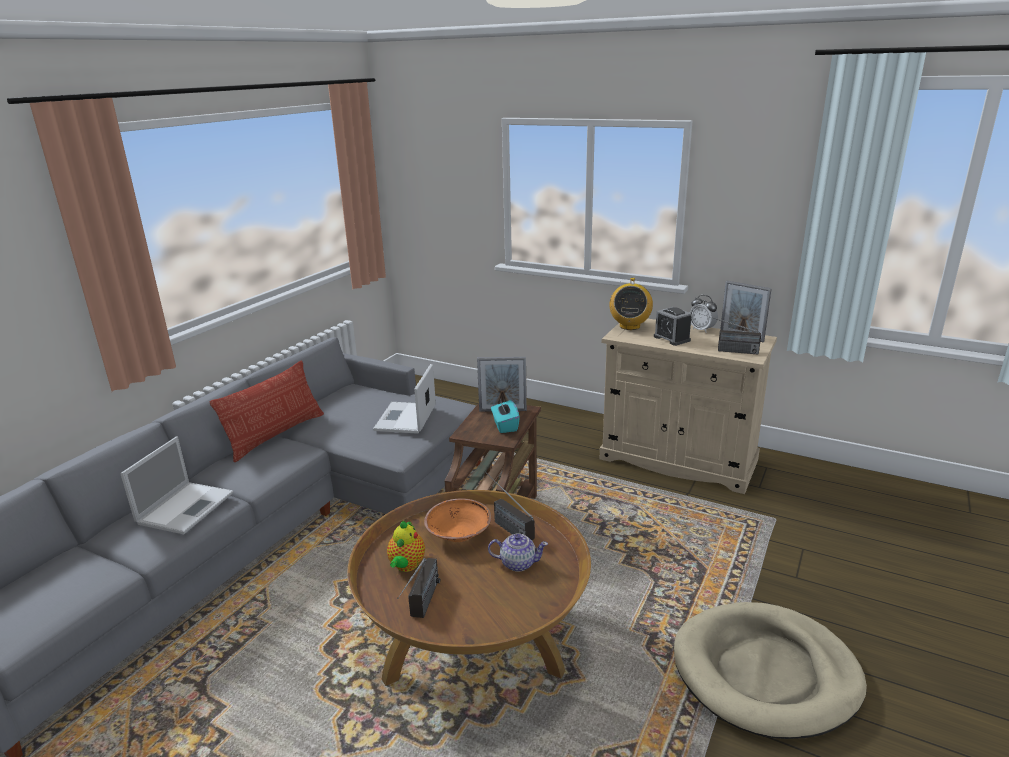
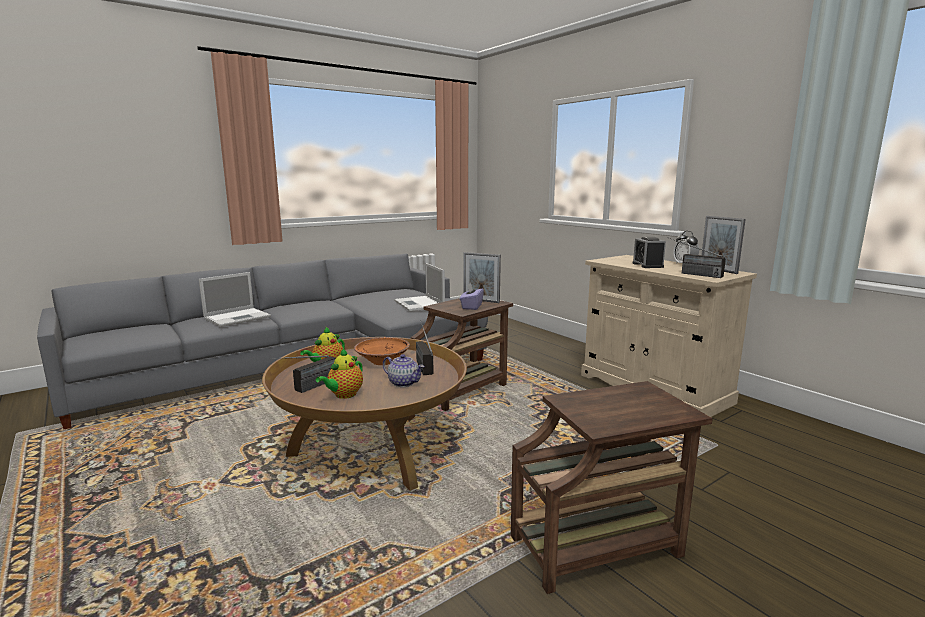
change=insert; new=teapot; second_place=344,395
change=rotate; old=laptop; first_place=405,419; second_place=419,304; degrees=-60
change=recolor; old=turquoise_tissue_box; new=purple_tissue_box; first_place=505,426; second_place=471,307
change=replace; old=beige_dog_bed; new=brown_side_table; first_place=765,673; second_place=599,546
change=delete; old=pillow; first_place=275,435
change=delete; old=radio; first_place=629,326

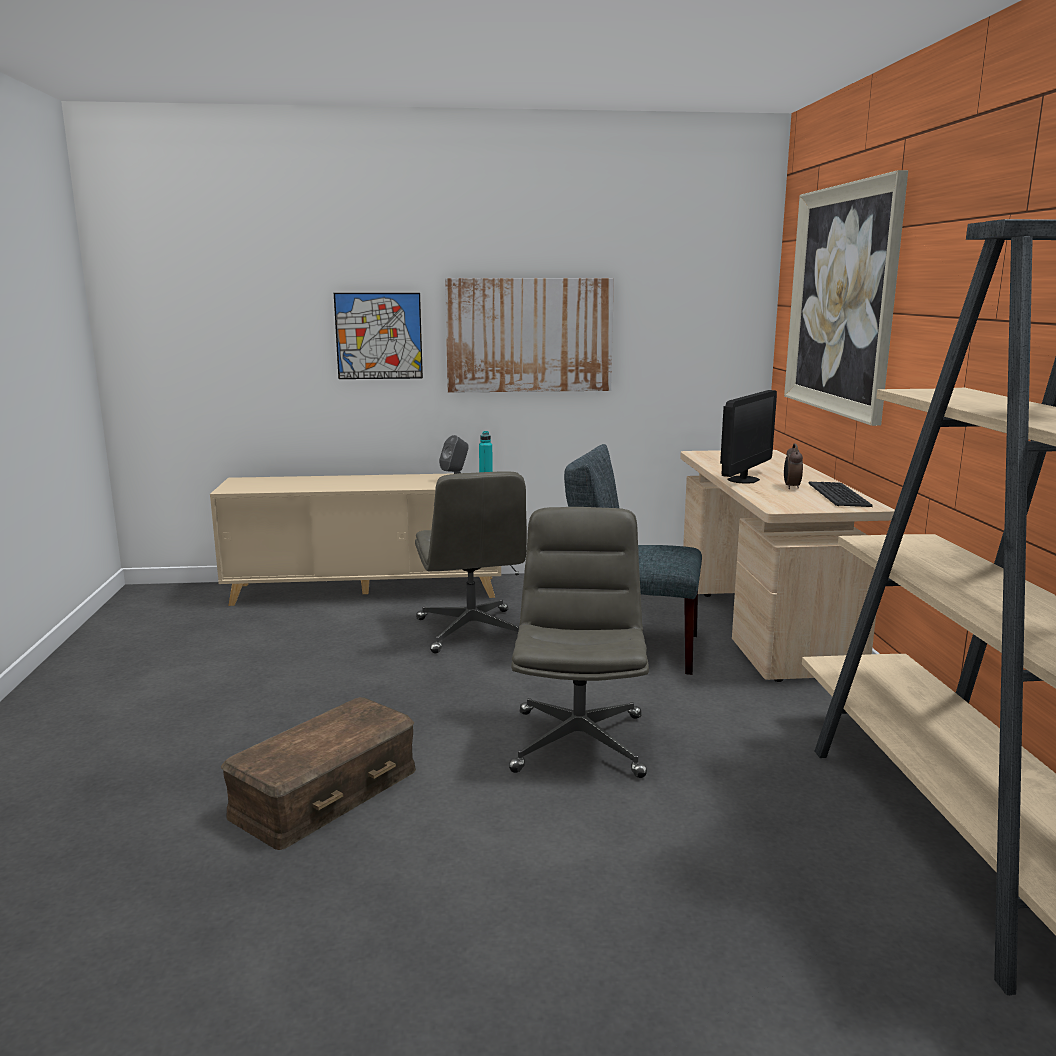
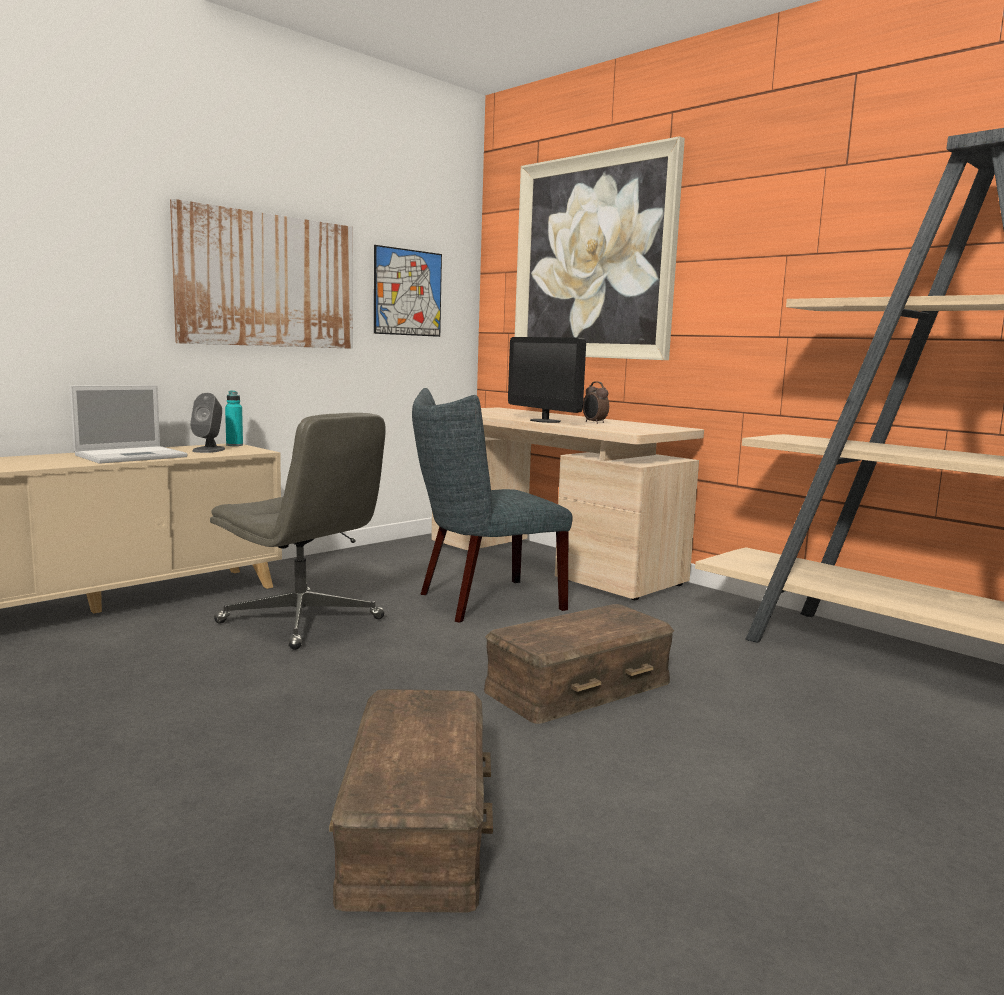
change=insert; new=laptop; second_place=132,456
change=move; old=picture; first_place=379,336; second_place=408,292
change=replace; old=grey_office_chair; new=brown_storage_box; first_place=578,742; second_place=577,685
change=rotate; old=monitor; first_place=743,480; second_place=545,421; degrees=150
change=delete; old=keyboard; first_place=839,495

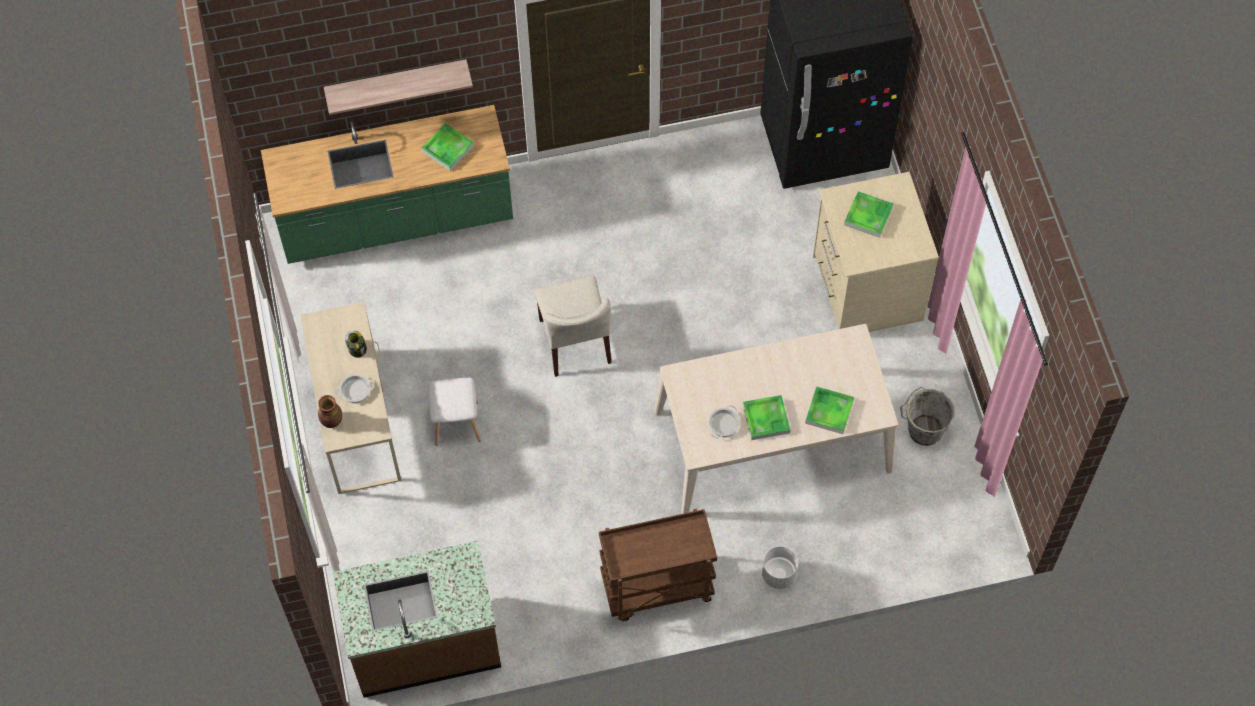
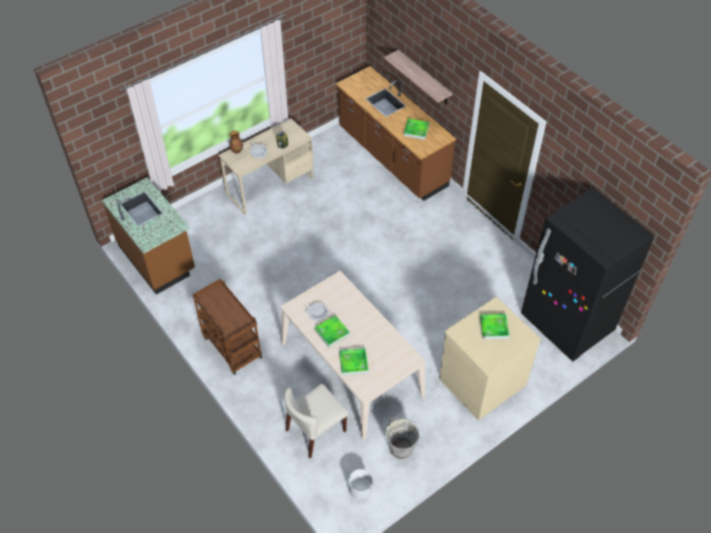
change=move; old=beige_chair; first_place=575,341; second_place=315,431
change=recolor; old=green_counter; new=brown_counter; first_place=396,221; second_place=392,158
change=move; old=white_planter; first_place=778,575; second_place=360,489
change=delete; old=white_stool; first_place=457,424

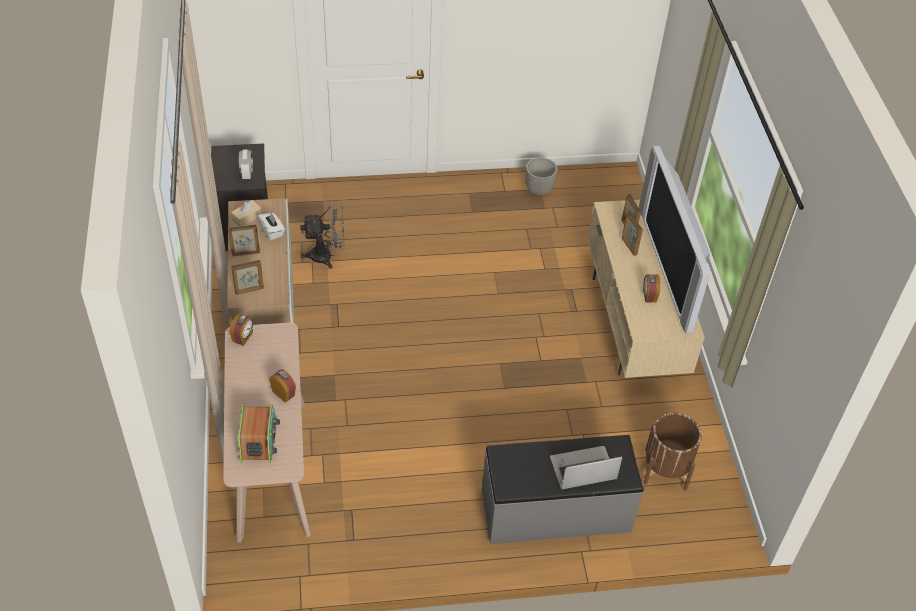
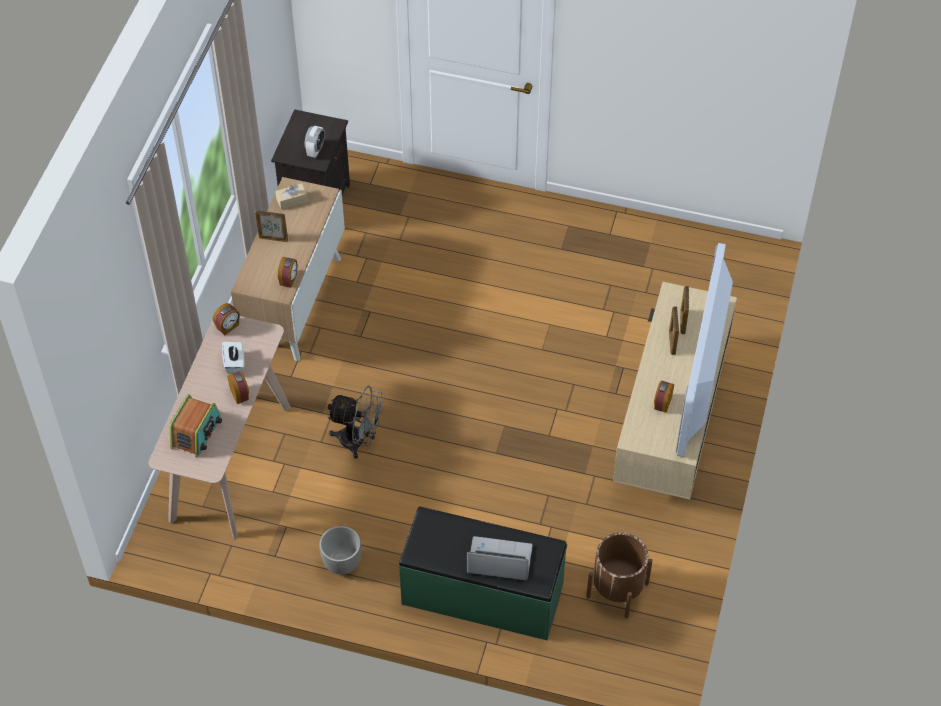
change=move; old=white_tissue_box; first_place=272,231; second_place=234,363
change=insert; new=alarm_clock; second_place=289,279
change=move; old=planter; first_place=538,190; second_place=341,563
change=move; old=grey_fan; first_place=327,256; second_place=359,441
change=recolor; old=grey_bench; new=green_bench; first_place=556,511; second_place=482,595
change=delete; old=picture_frame; first_place=249,290

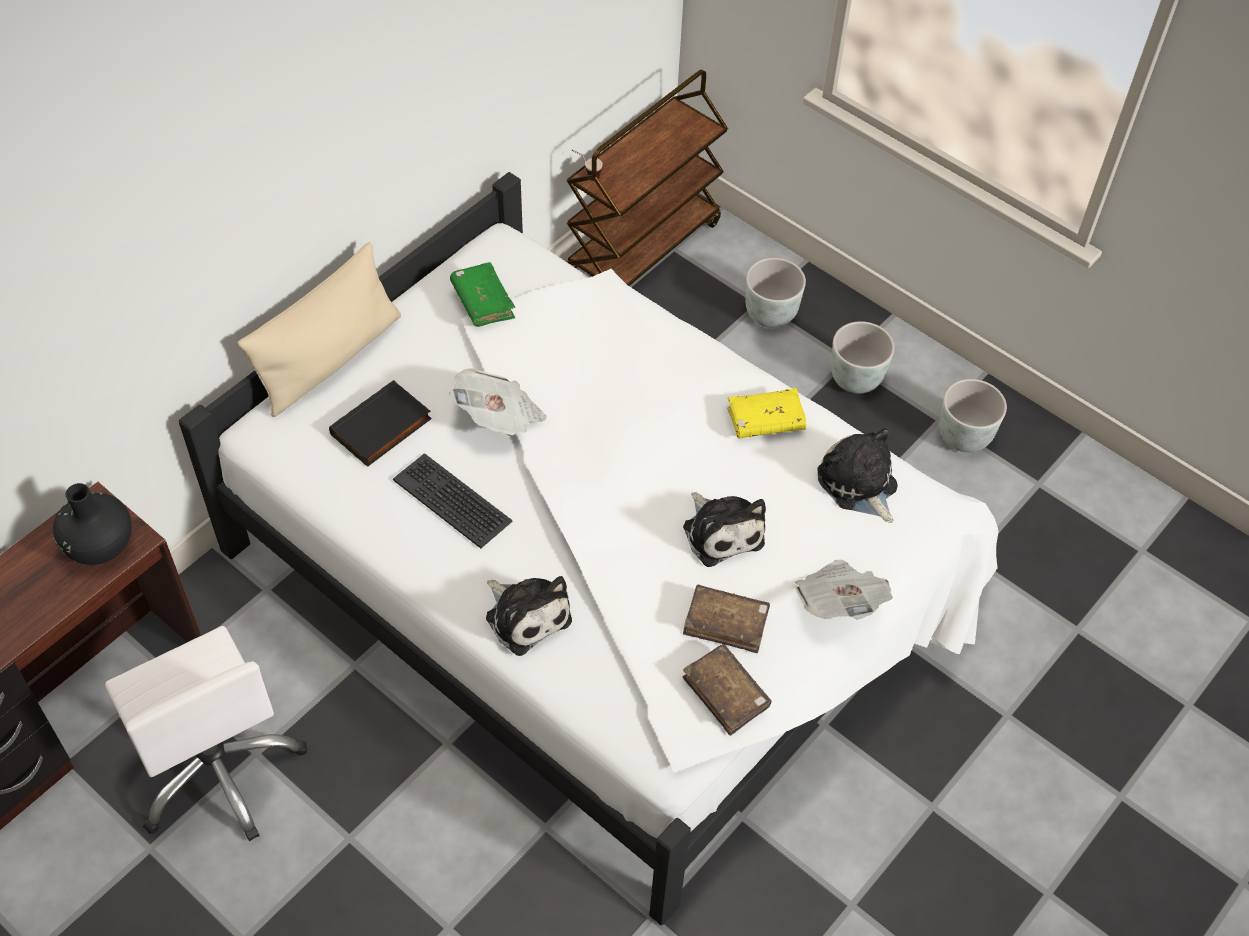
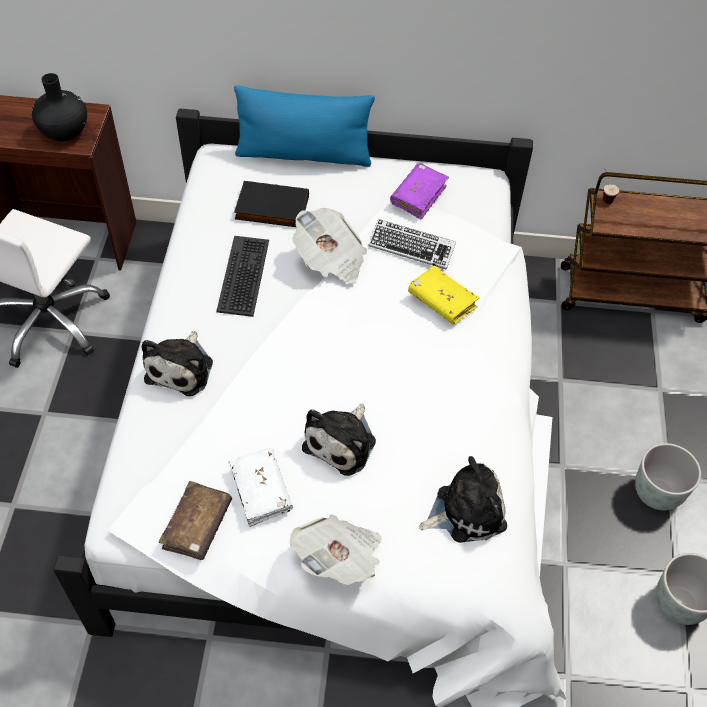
change=recolor; old=brown_book; new=white_book; first_place=726,623; second_place=261,491
change=recolor; old=beige_pillow; new=blue_pillow; first_place=330,359; second_place=304,154
change=insert; new=keyboard; second_place=411,247
change=recolor; old=green_book; new=purple_book; first_place=482,301; second_place=418,196
change=move; old=yellow_book; first_place=765,421; second_place=442,301
change=rotate; old=plush_toy; first_place=858,485; second_place=466,510; degrees=45
change=delete; old=grey_planter; first_place=771,314

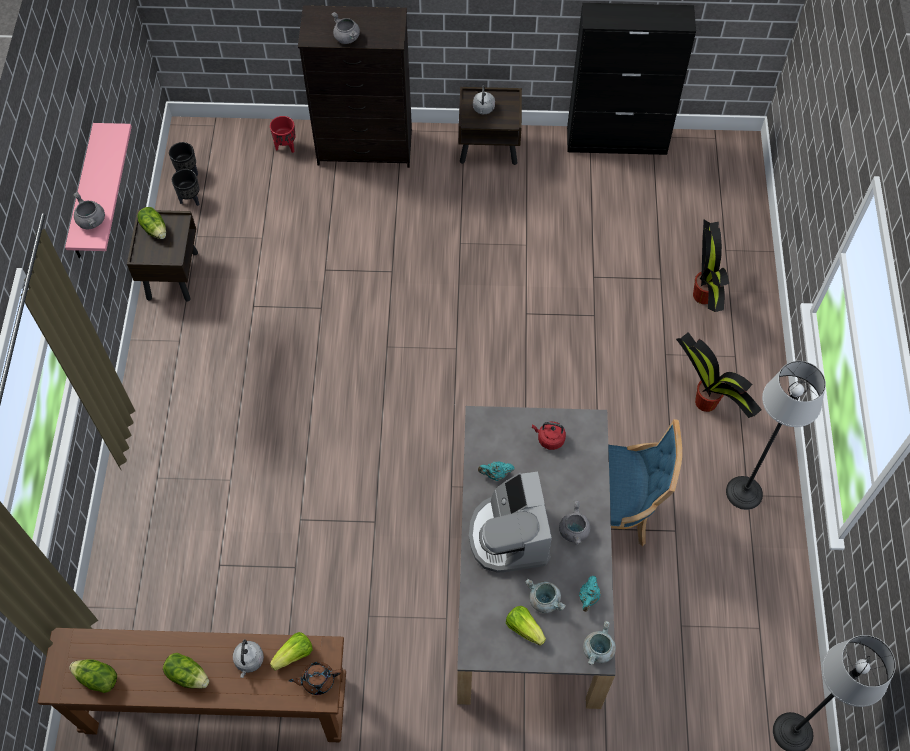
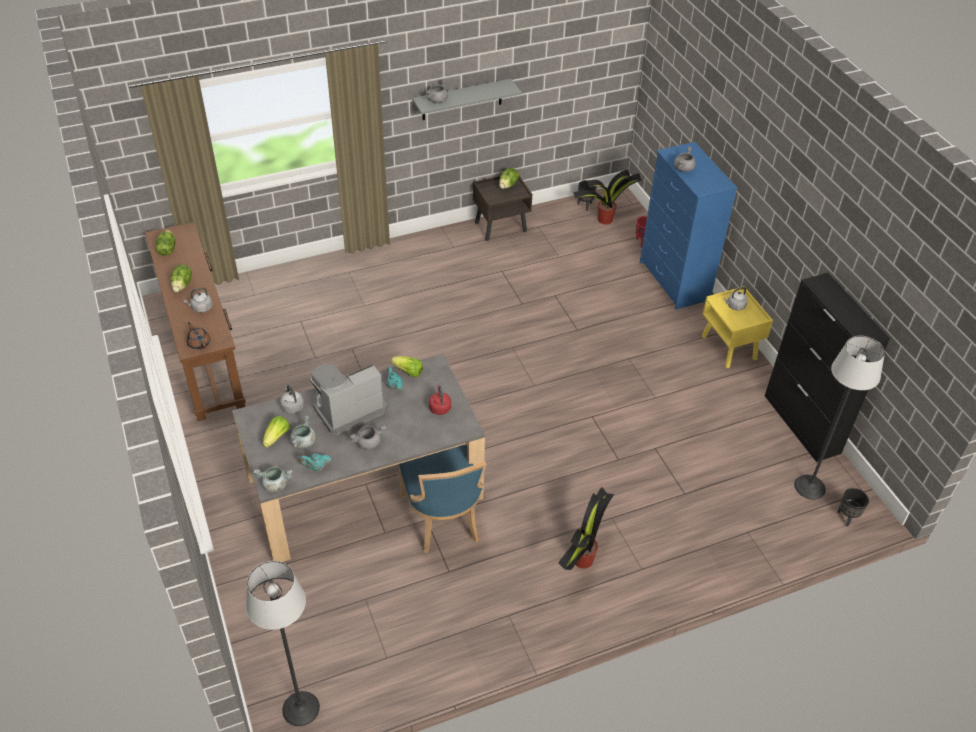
change=insert; new=grey_kettle; second_place=292,406
change=move; old=lettuce; first_place=294,654; second_place=408,372
change=recolor; old=pink_shelf; new=grey_shelf; first_place=84,195; second_place=462,99
change=move; old=potted_plant; first_place=703,296; second_place=604,220
change=recolor; old=black_dresser; new=blue_dresser; first_place=366,148; second_place=674,281
change=recolor; old=brown_nightstand; new=yellow_nightstand; first_place=489,148; second_place=729,348
change=move; old=floor_lamp; first_place=744,492; second_place=810,487
change=move; old=black_planter; first_place=191,199; second_place=847,517

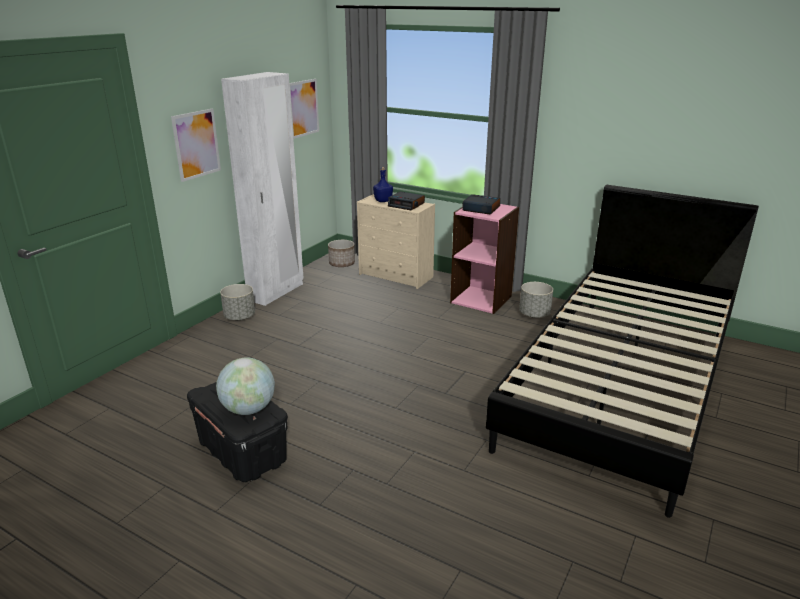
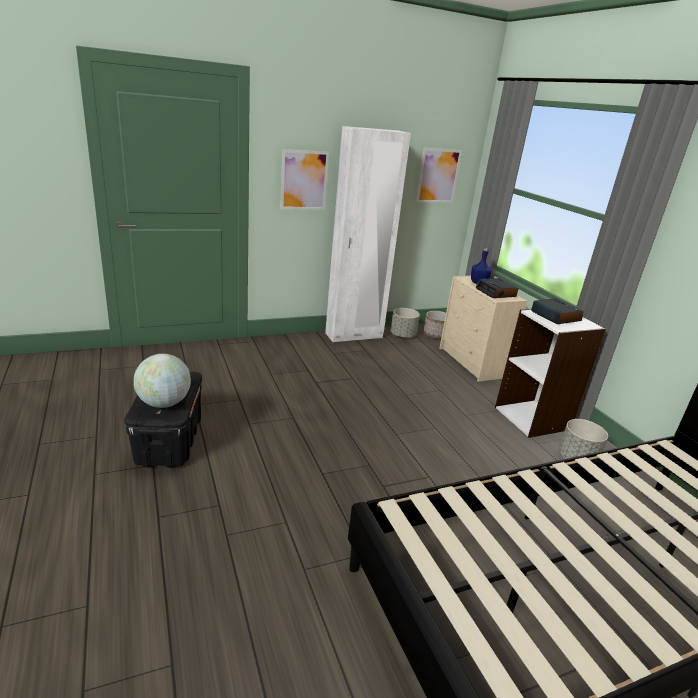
change=move; old=grey_planter; first_place=240,317; second_place=403,335
change=recolor; old=pink_bookcase; new=white_bookcase; first_place=481,299; second_place=533,418

